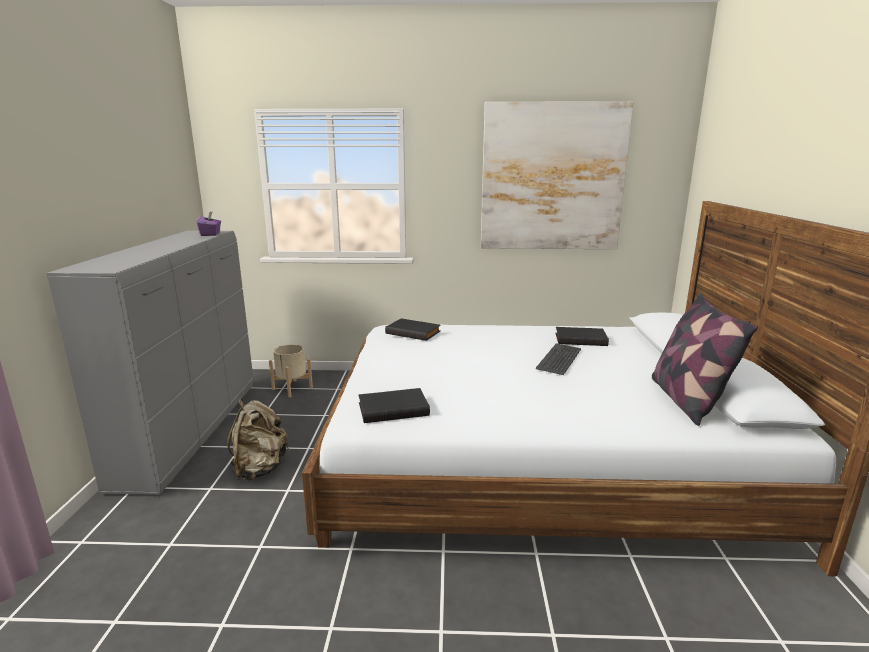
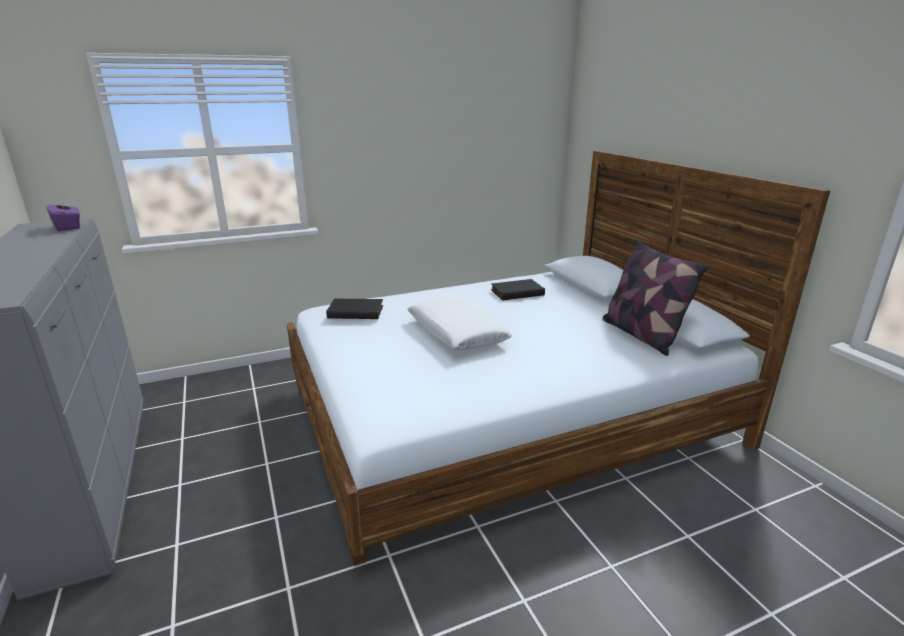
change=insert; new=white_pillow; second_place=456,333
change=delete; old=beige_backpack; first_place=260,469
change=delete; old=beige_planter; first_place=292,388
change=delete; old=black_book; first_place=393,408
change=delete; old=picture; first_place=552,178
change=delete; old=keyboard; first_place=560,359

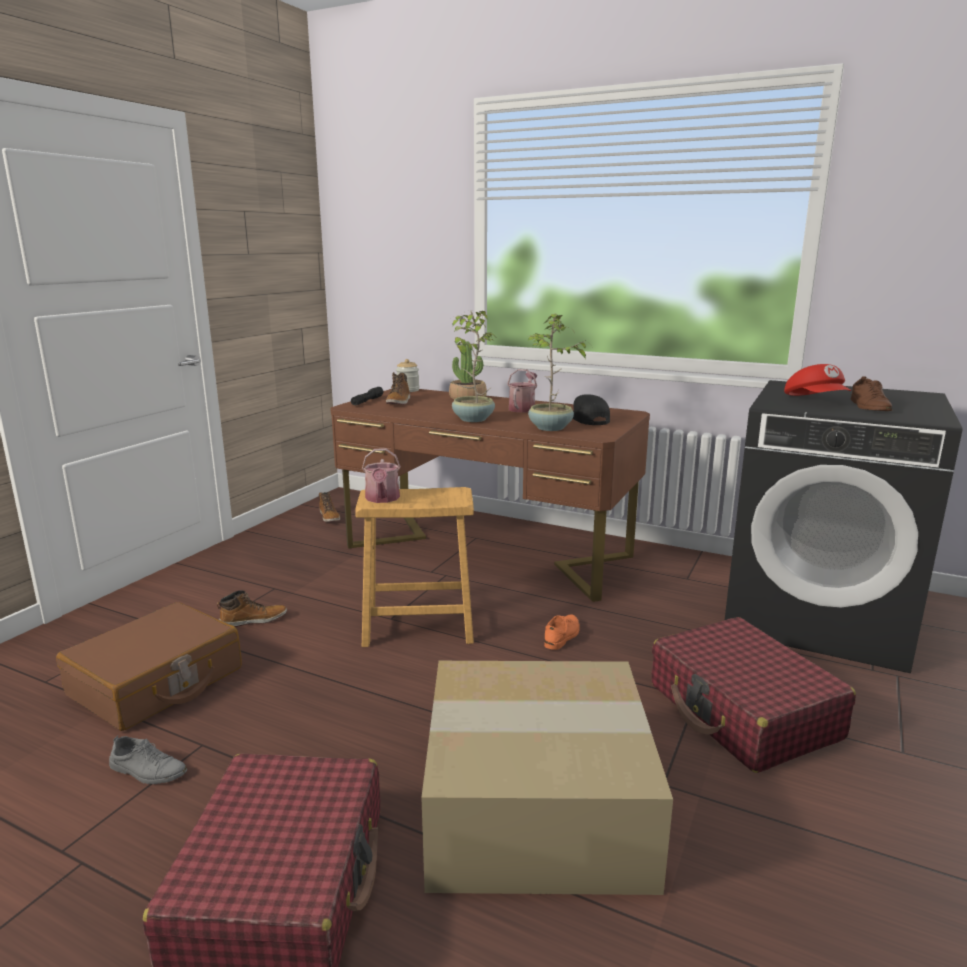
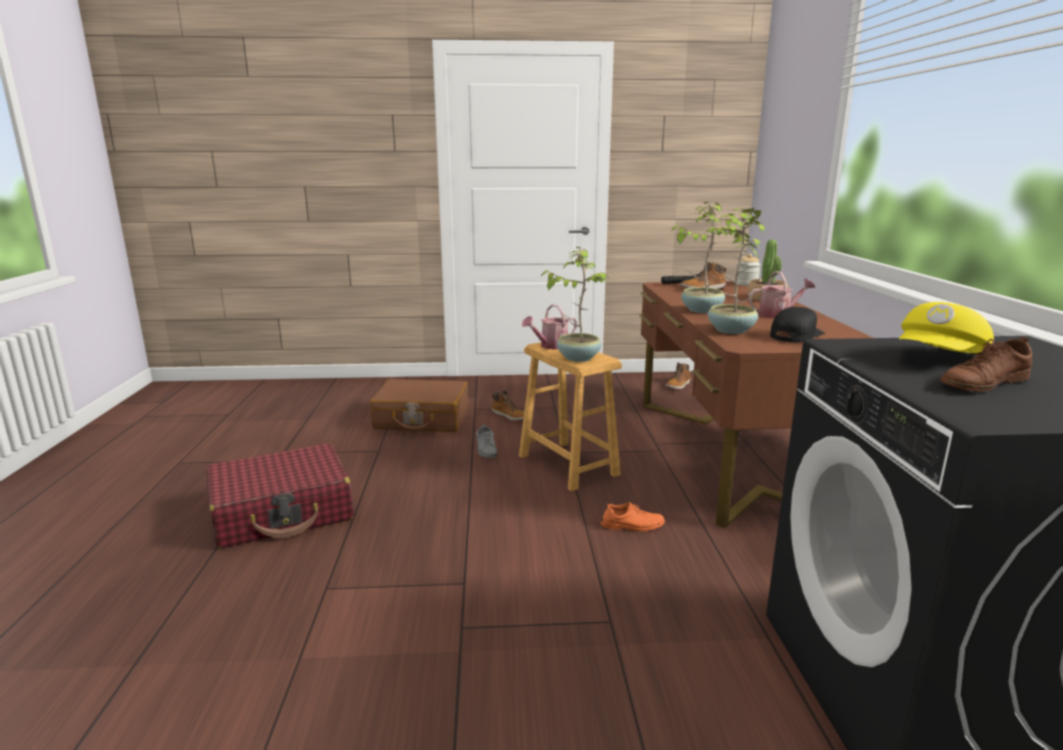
change=move; old=grey_shoe; first_place=148,770; second_place=486,449
change=insert; new=potted_plant; second_place=578,357
change=recolor; old=red_cap; new=yellow_cap; first_place=816,401; second_place=940,359
change=delete; old=cardboard_box; first_place=540,803
change=delete; old=red_suitcase; first_place=743,712

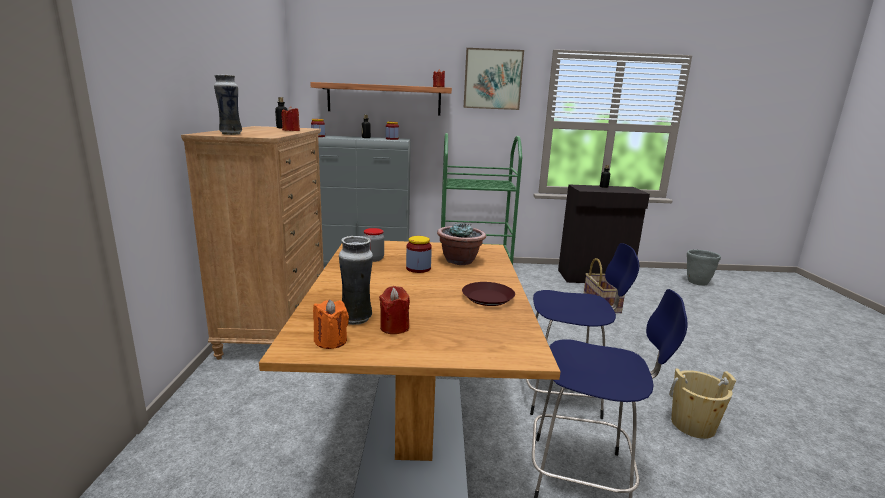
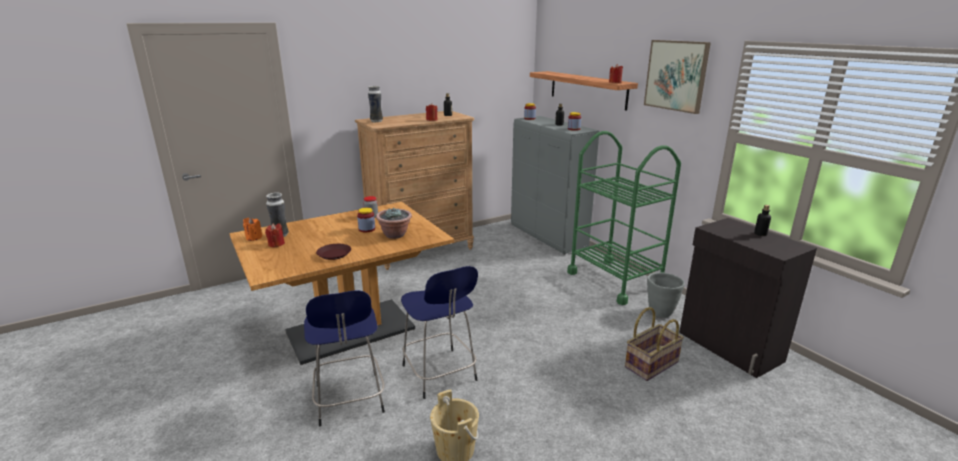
change=move; old=grey_planter; first_place=697,282; second_place=660,312

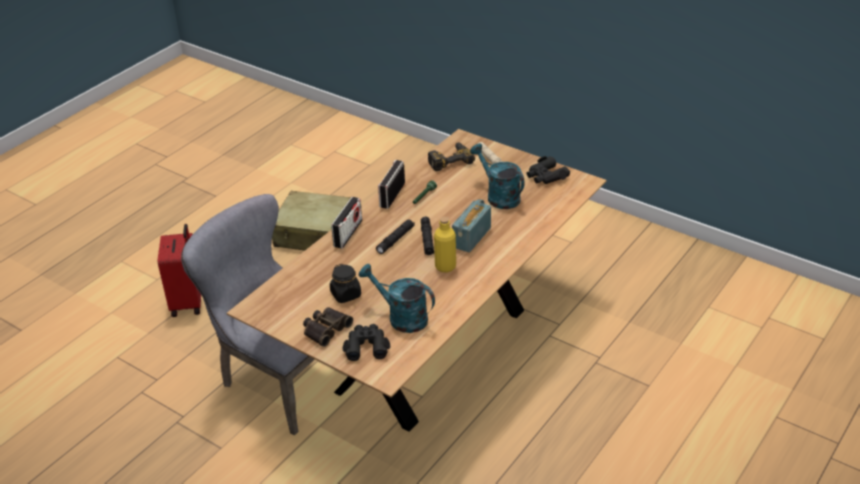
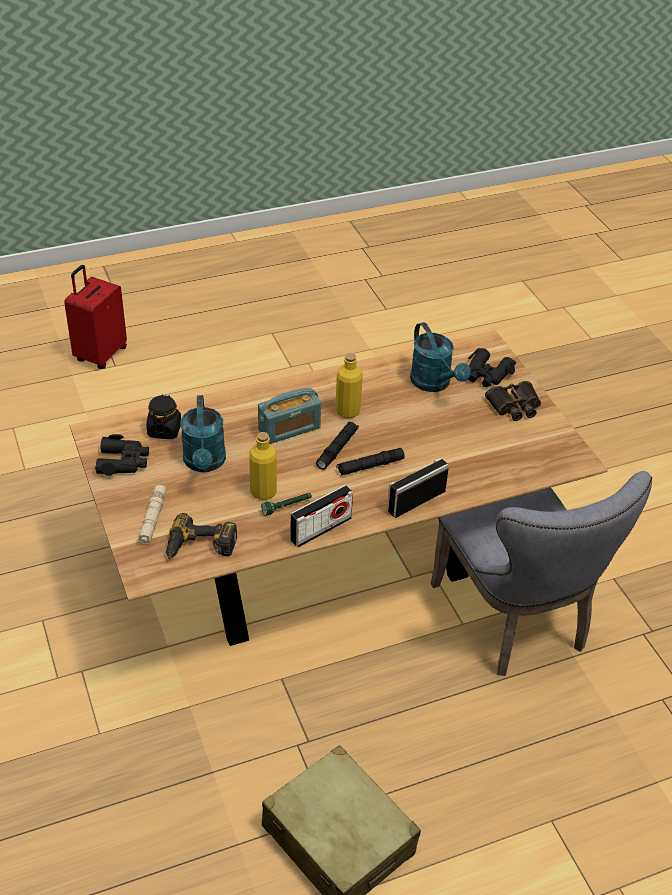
change=move; old=red_suitcase; first_place=188,302; second_place=100,354
change=move; old=black_jar; first_place=346,294; second_place=164,430
change=insert; new=yellow_bottle; second_place=263,492

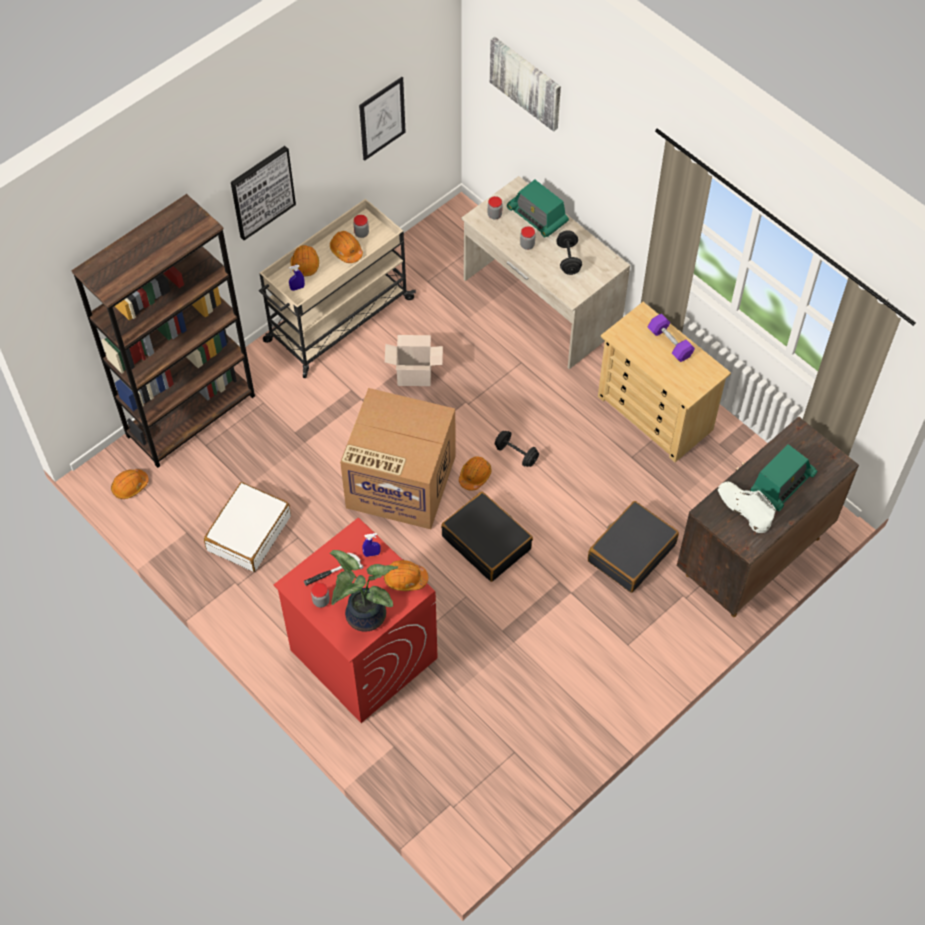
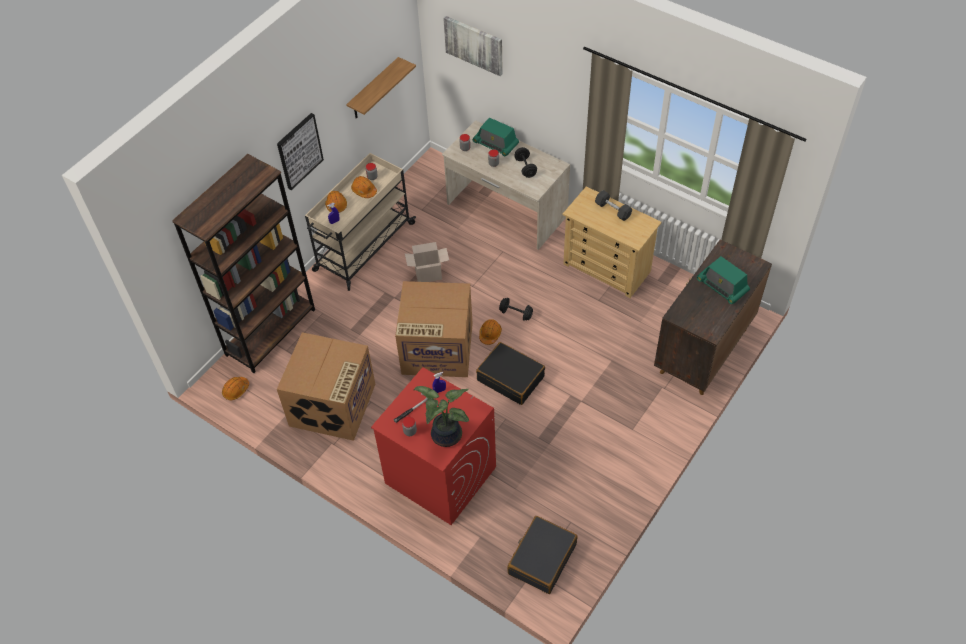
change=replace; old=white_suitcase; new=cardboard_box; first_place=248,533; second_place=333,406
change=replace; old=picture; new=shelf; first_place=382,118; second_place=374,90
change=move; old=black_suitcase; first_place=631,552; second_place=541,558
change=recolor; old=purple_dumbbell; new=grey_dumbbell; first_place=669,343; second_place=613,210
change=rotate; old=radio; first_place=782,484; second_place=722,286; degrees=105
change=delete; old=orange_hard_hat; first_place=405,579
change=delete; old=white_boot; first_place=743,509

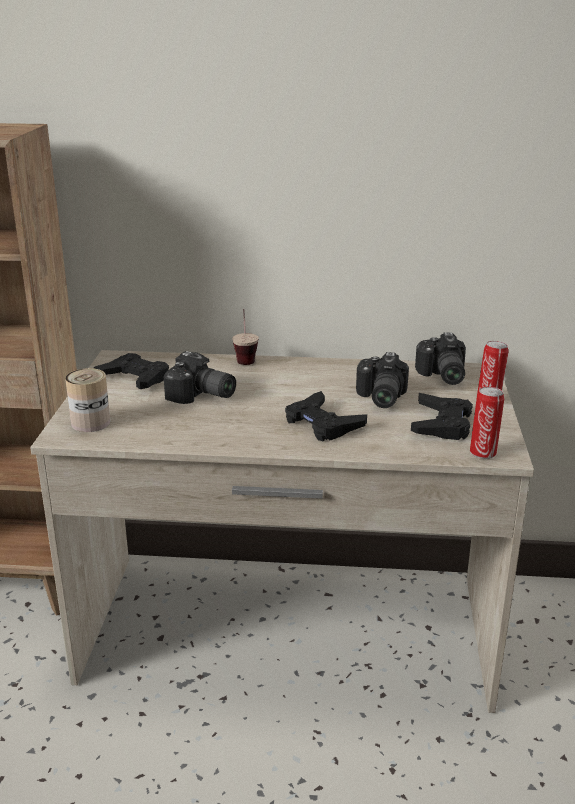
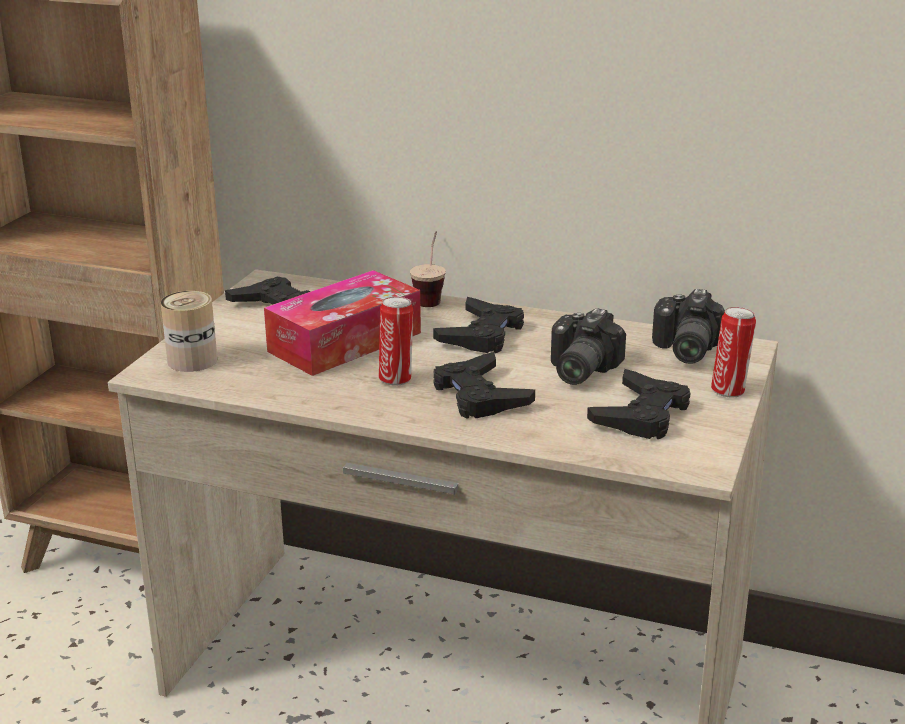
change=replace; old=photo_camera; new=tissue_box; first_place=201,396; second_place=345,342
change=move; old=can; first_place=483,453; second_place=396,379
change=insert; new=black_game_controller; second_place=481,334

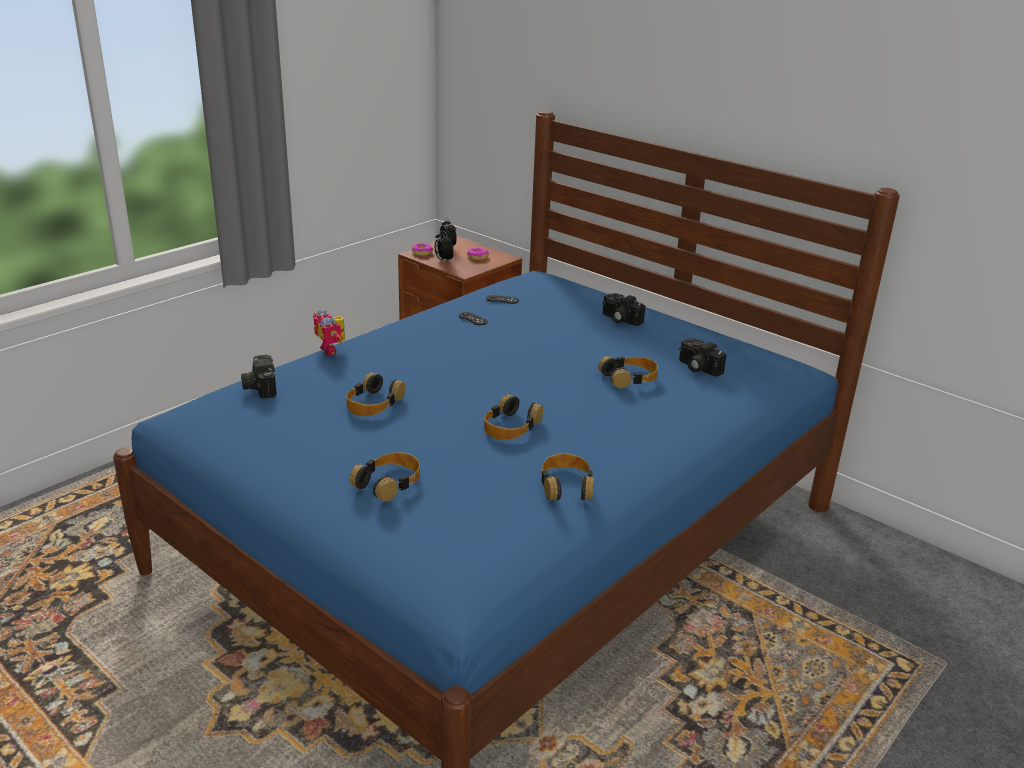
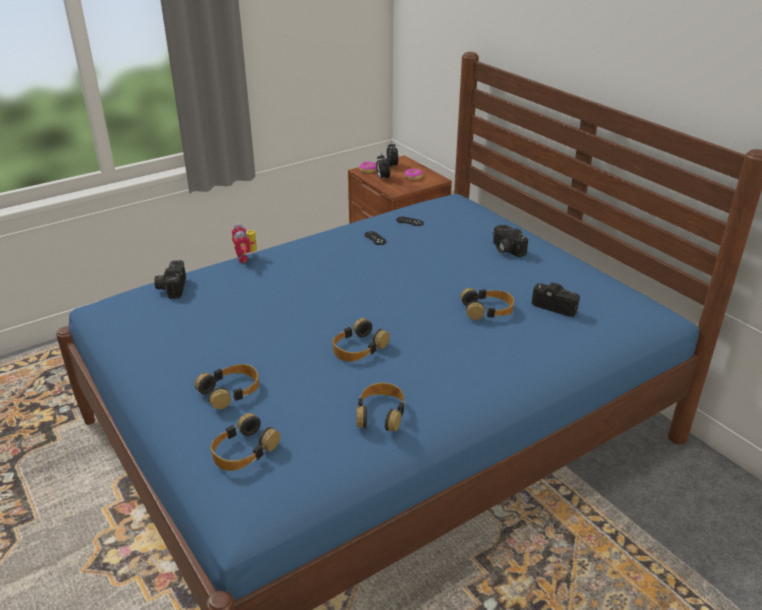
change=move; old=headphones; first_place=373,403; second_place=243,450
change=rotate; old=photo_camera; first_place=697,368; second_place=556,305; degrees=150

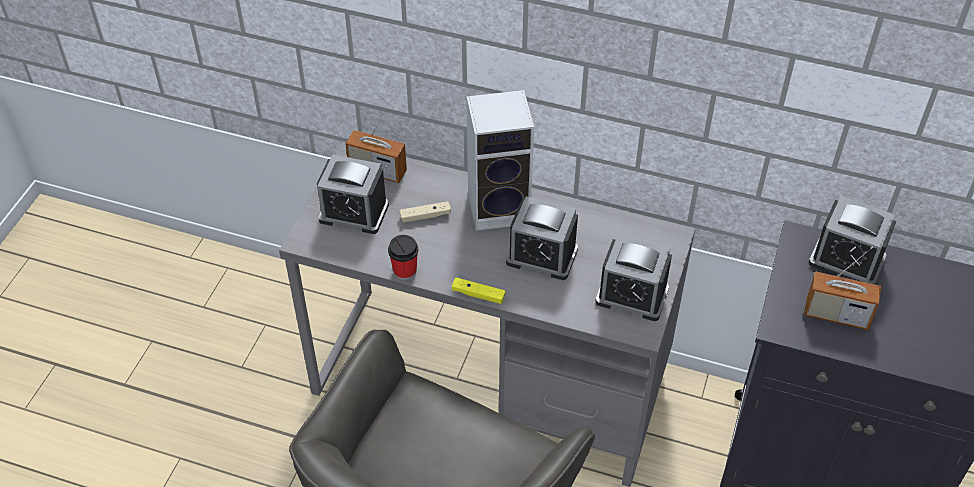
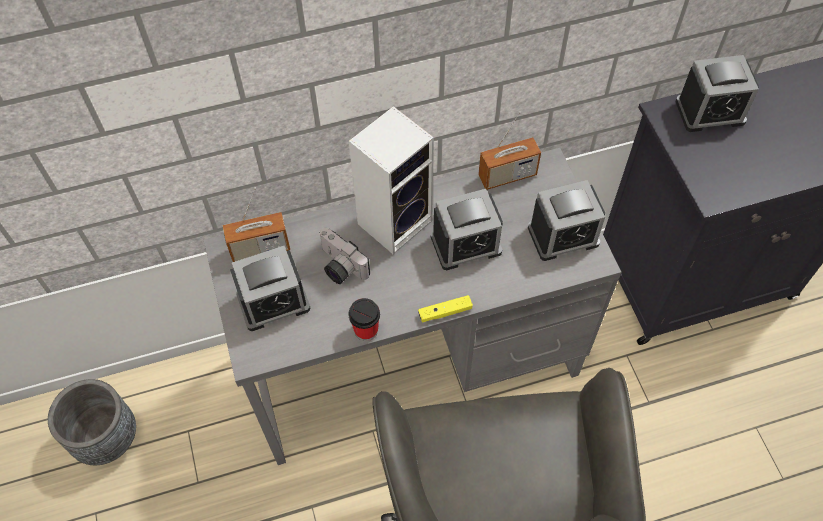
change=insert; new=grey_planter; second_place=107,438
change=replace; old=beige_game_controller; new=photo_camera; first_place=425,216; second_place=339,267
change=move; old=radio; first_place=836,315; second_place=507,176

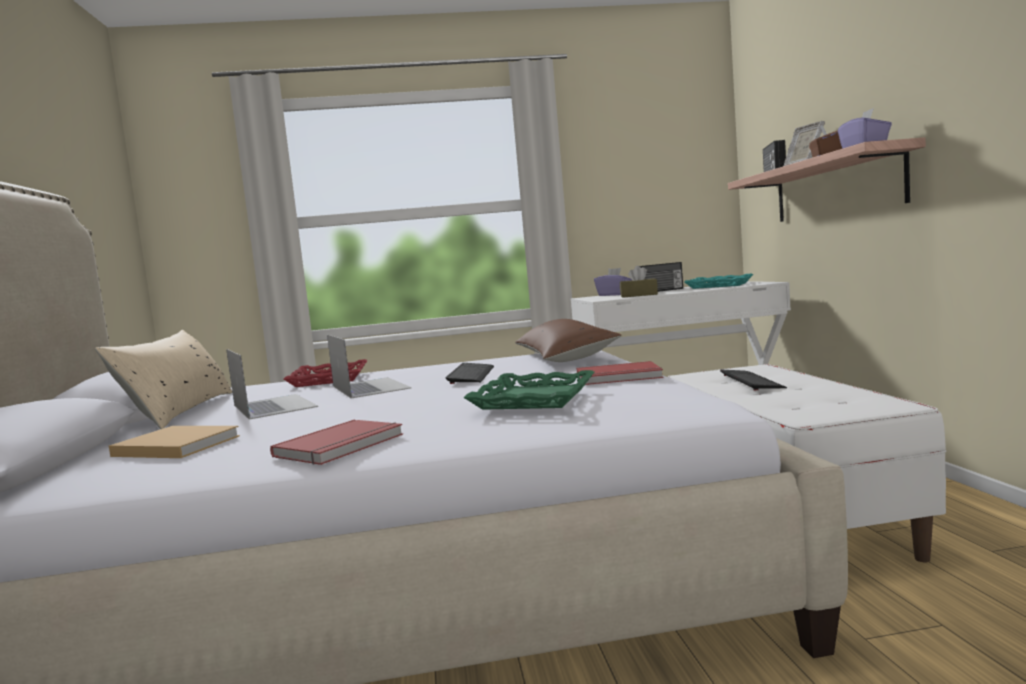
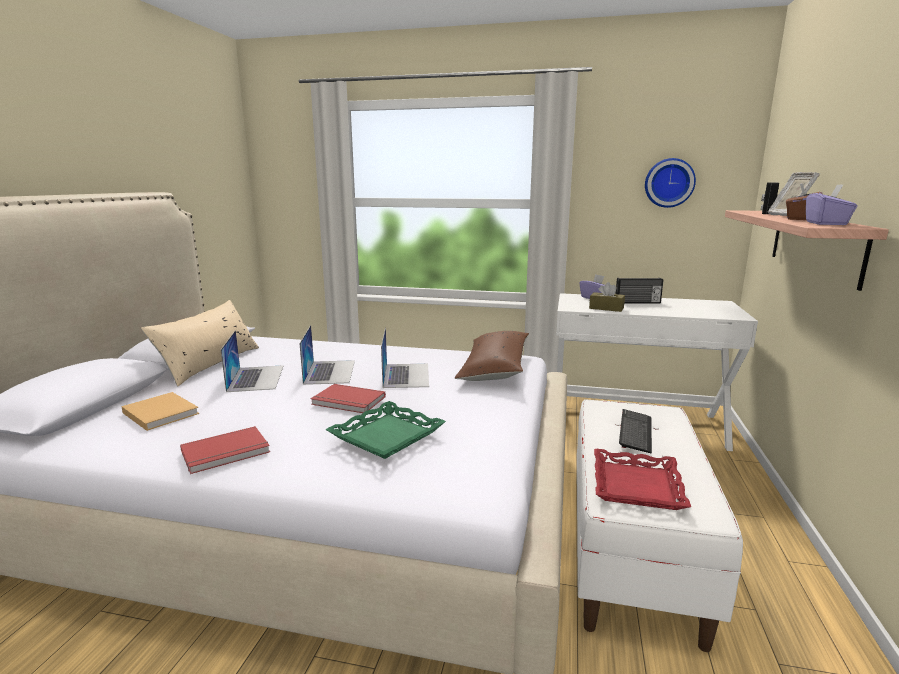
change=move; old=red_book; first_place=619,377; second_place=348,402
change=replace; old=keyboard; new=laptop; first_place=471,375; second_place=406,375
change=move; old=red_tray; first_place=330,379; second_place=637,486
change=insert; new=wall_clock; second_place=669,183
change=delete; old=turquoise_tray; first_place=719,285

